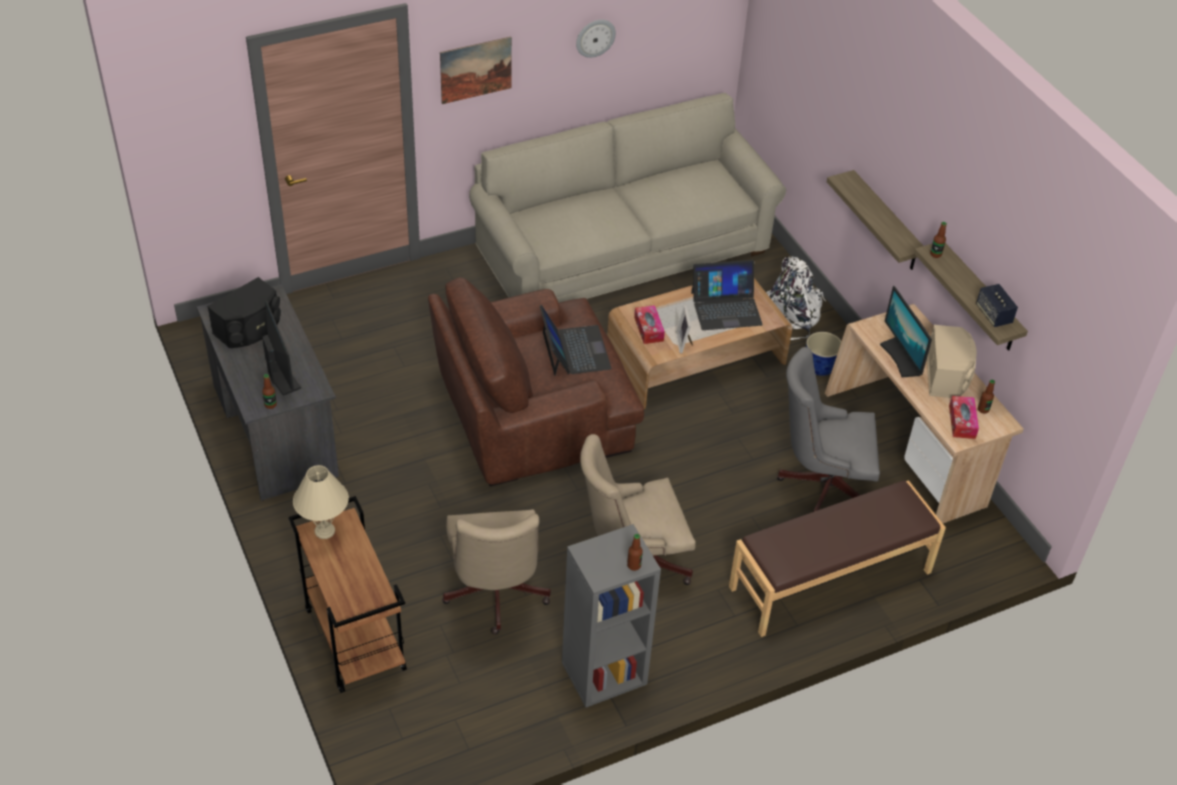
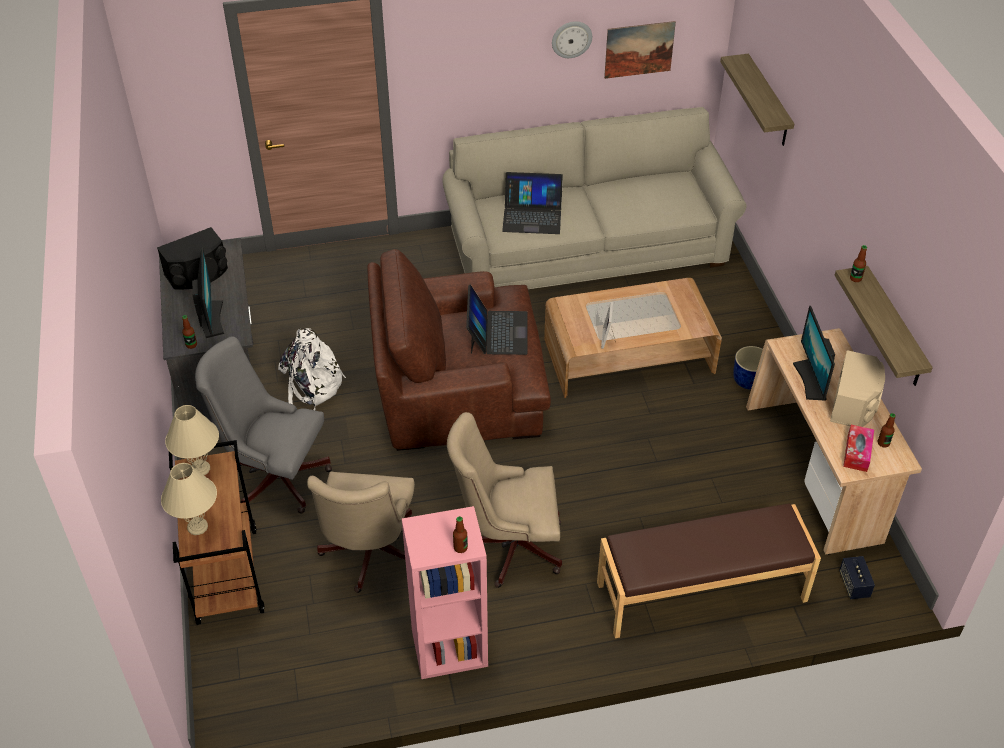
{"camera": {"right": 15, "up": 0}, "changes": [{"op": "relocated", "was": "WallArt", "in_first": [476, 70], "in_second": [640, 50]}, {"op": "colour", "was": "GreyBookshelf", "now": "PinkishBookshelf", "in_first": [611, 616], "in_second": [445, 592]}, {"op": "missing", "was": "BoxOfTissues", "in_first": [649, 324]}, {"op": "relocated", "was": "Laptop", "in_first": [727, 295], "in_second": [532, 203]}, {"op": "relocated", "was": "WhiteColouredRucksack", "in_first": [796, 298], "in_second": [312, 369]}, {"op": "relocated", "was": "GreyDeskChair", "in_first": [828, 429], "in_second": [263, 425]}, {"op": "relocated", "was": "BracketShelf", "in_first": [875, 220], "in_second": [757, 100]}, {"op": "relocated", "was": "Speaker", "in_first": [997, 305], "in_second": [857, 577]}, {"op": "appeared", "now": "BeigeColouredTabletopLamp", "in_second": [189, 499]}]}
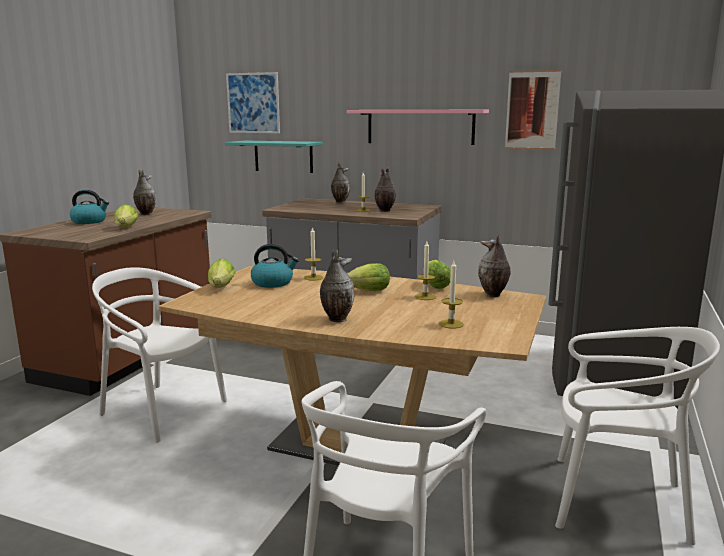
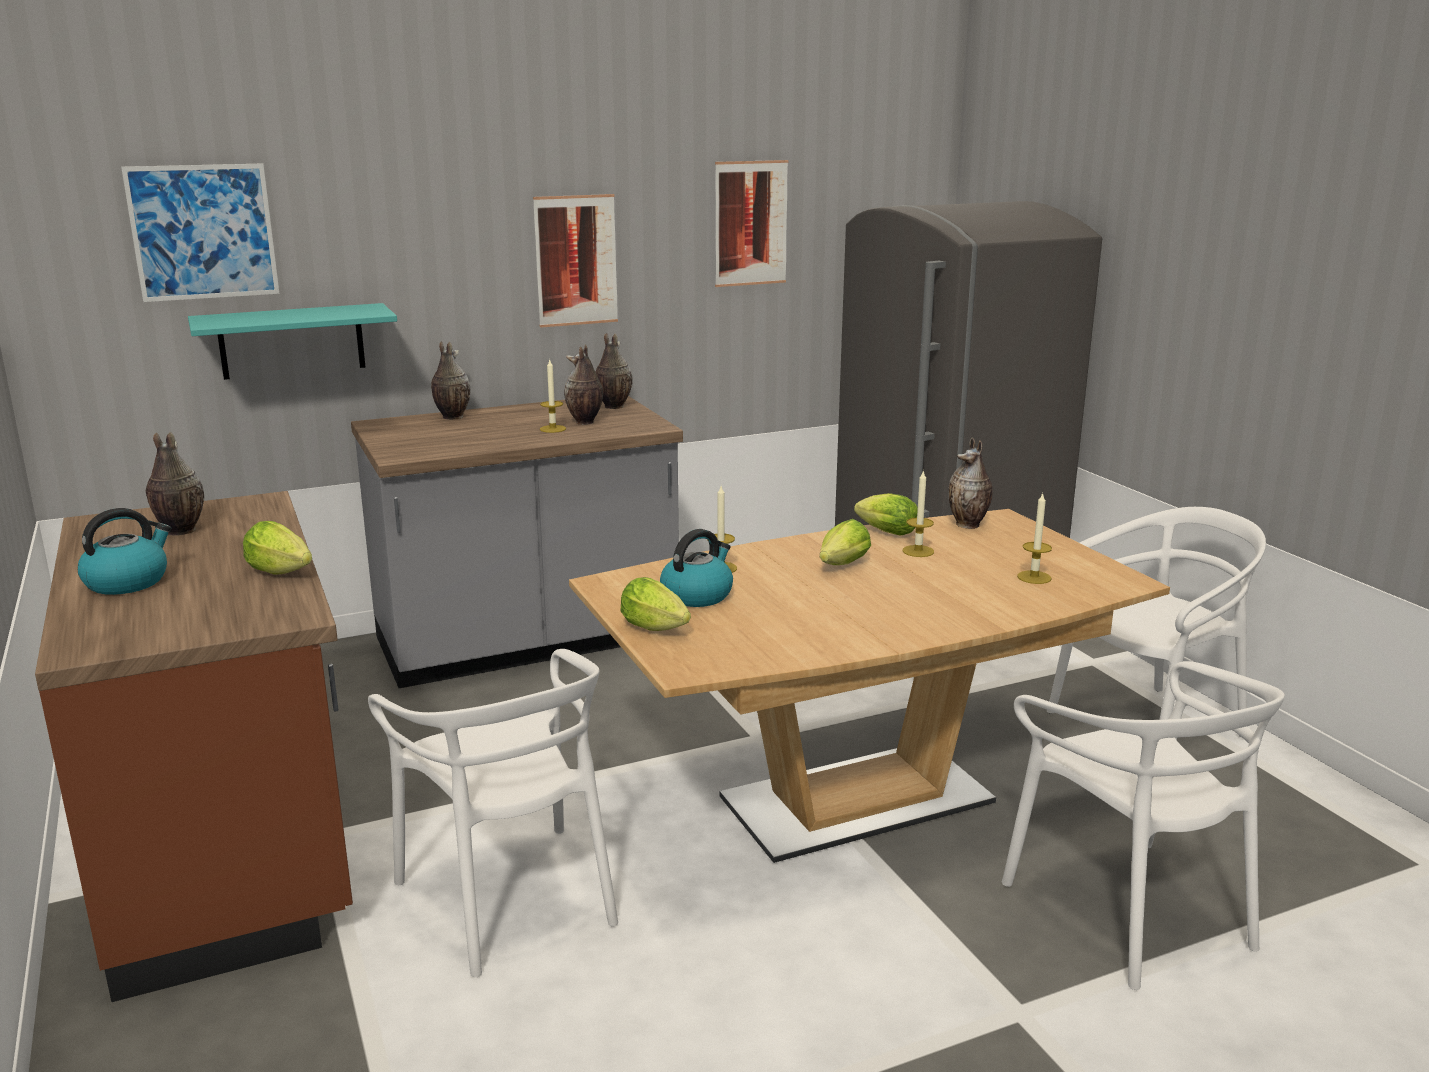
{"camera": {"right": -45, "up": 5}, "changes": [{"op": "spun", "was": "WhiteColouredChair", "in_first": [159, 355], "in_second": [493, 813], "clockwise": -105}, {"op": "relocated", "was": "FlowerVase", "in_first": [337, 285], "in_second": [613, 371]}, {"op": "exchanged", "was": "PinkishBracketShelf", "now": "WallArt", "in_first": [418, 127], "in_second": [575, 261]}]}
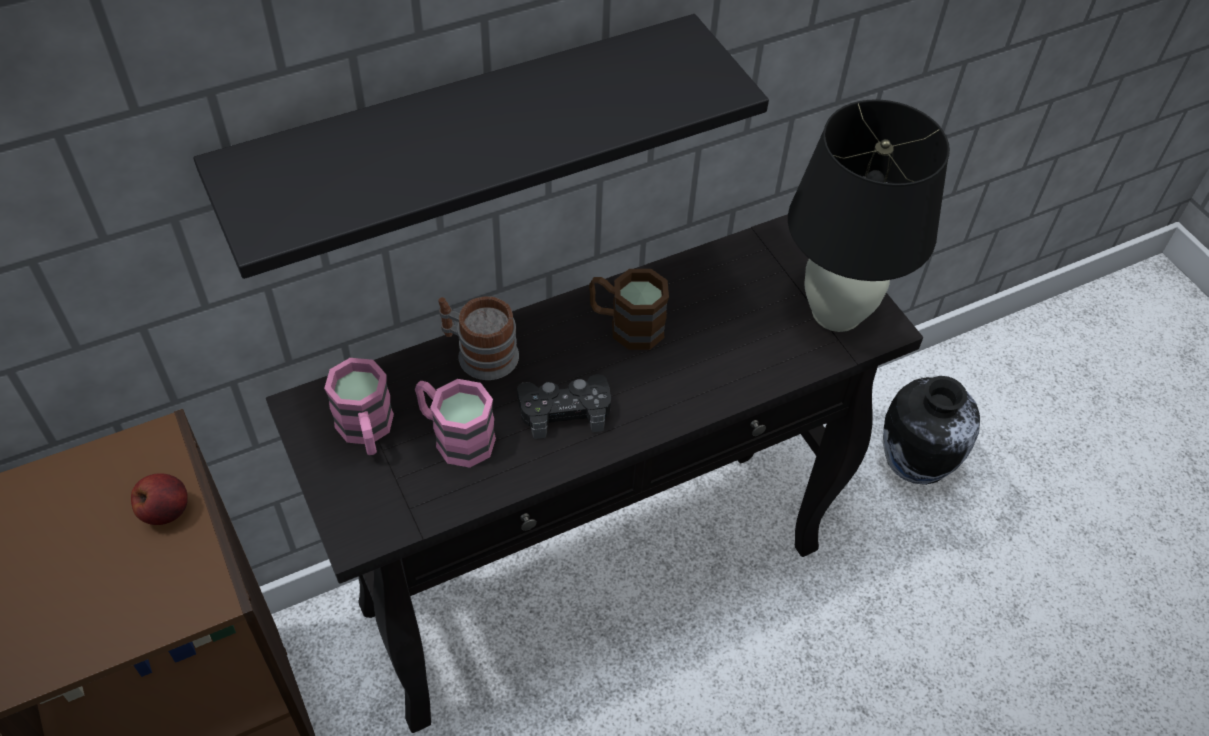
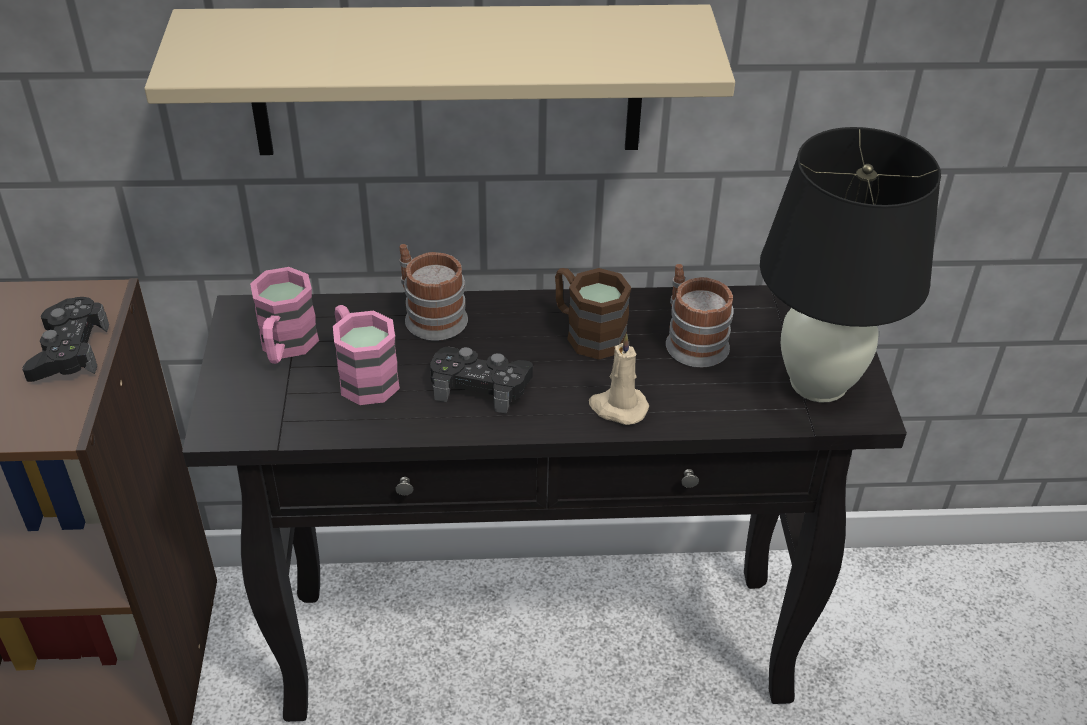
{"camera": {"right": 25, "up": -10}, "changes": [{"op": "exchanged", "was": "Apple", "now": "BlackishJoypad", "in_first": [159, 499], "in_second": [65, 339]}, {"op": "colour", "was": "BlackishBracketShelf", "now": "BeigeColouredBracketShelf", "in_first": [481, 146], "in_second": [439, 80]}, {"op": "missing", "was": "FlowerVase", "in_first": [931, 430]}, {"op": "appeared", "now": "BeigeColouredWaxLight", "in_second": [619, 379]}, {"op": "appeared", "now": "TeaMug", "in_second": [700, 316]}]}
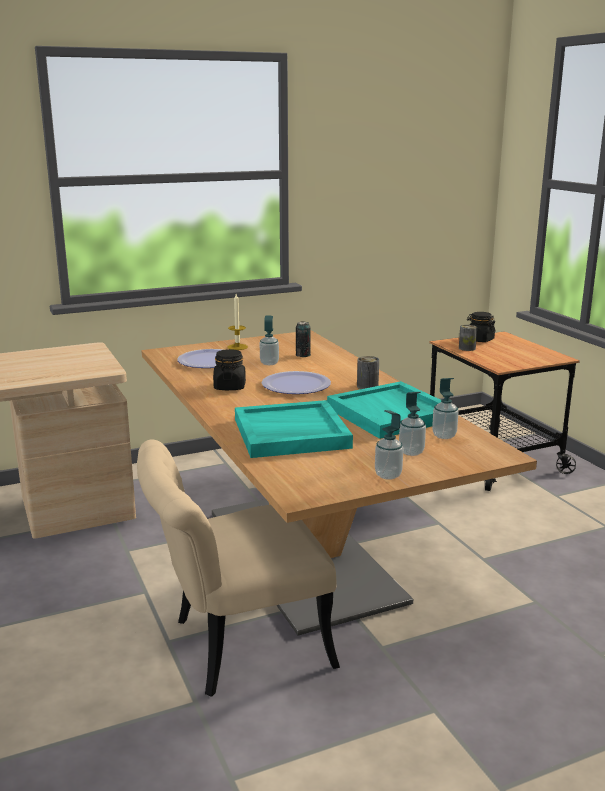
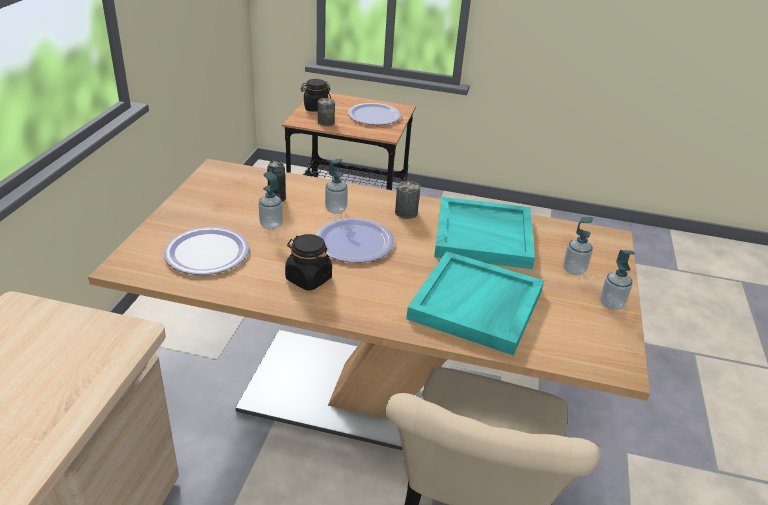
{"camera": {"right": -55, "up": 15}, "changes": [{"op": "missing", "was": "WaxLight", "in_first": [238, 322]}, {"op": "relocated", "was": "SoapBottle", "in_first": [445, 408], "in_second": [336, 186]}, {"op": "appeared", "now": "Plate", "in_second": [374, 114]}]}
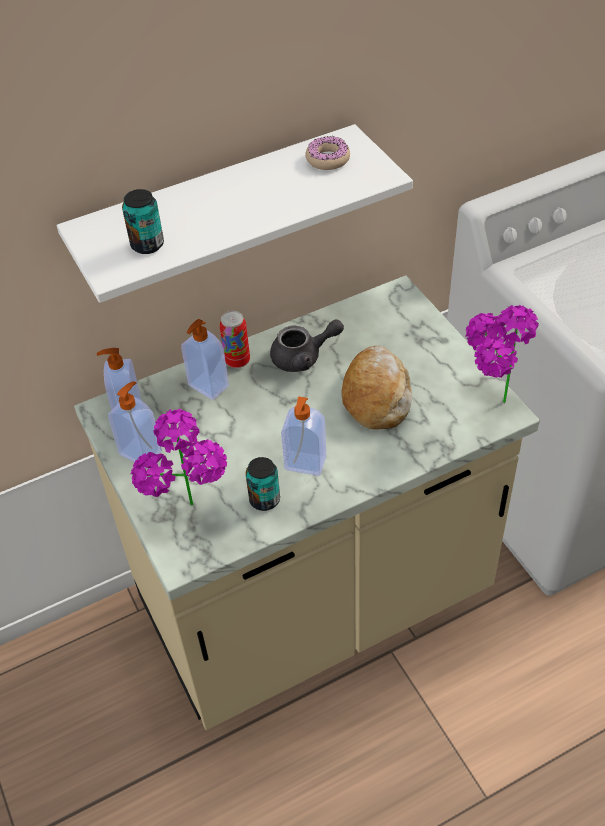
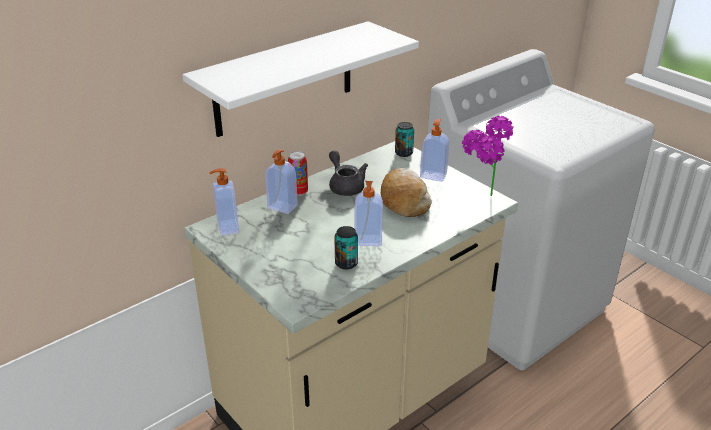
{"camera": {"right": -15, "up": -15}, "changes": [{"op": "relocated", "was": "SoapBottle", "in_first": [135, 421], "in_second": [434, 150]}, {"op": "relocated", "was": "SealedCan", "in_first": [143, 221], "in_second": [404, 139]}, {"op": "missing", "was": "PlantInAPot", "in_first": [179, 457]}, {"op": "spun", "was": "GreyTeapot", "in_first": [307, 345], "in_second": [348, 173], "clockwise": -90}, {"op": "missing", "was": "Doughnut", "in_first": [327, 153]}]}
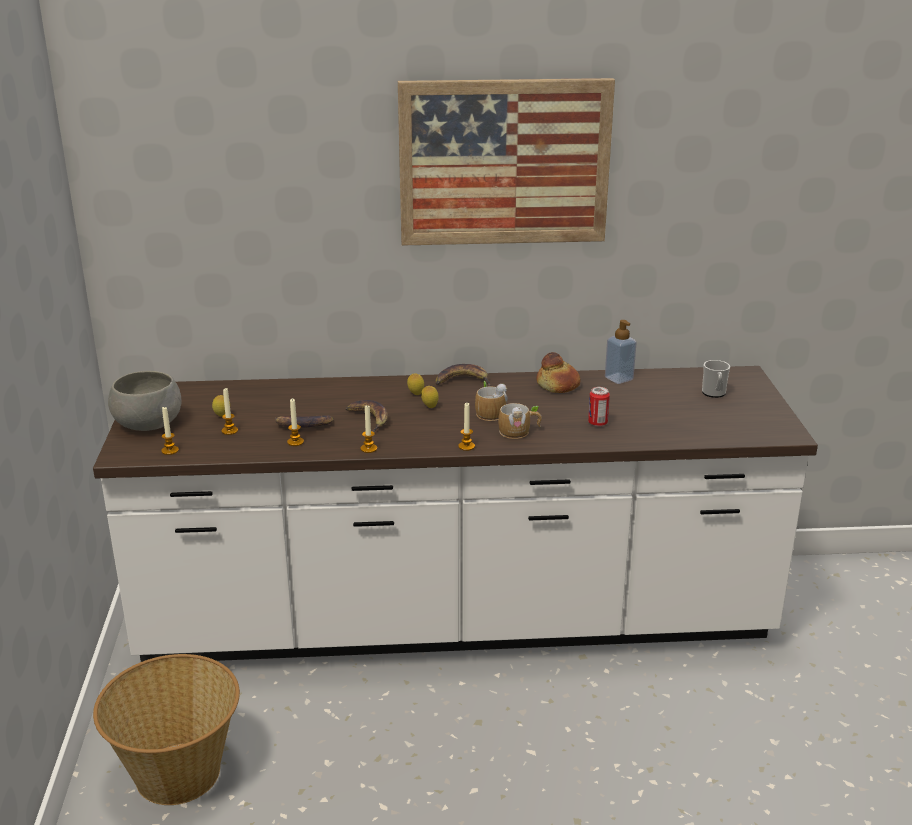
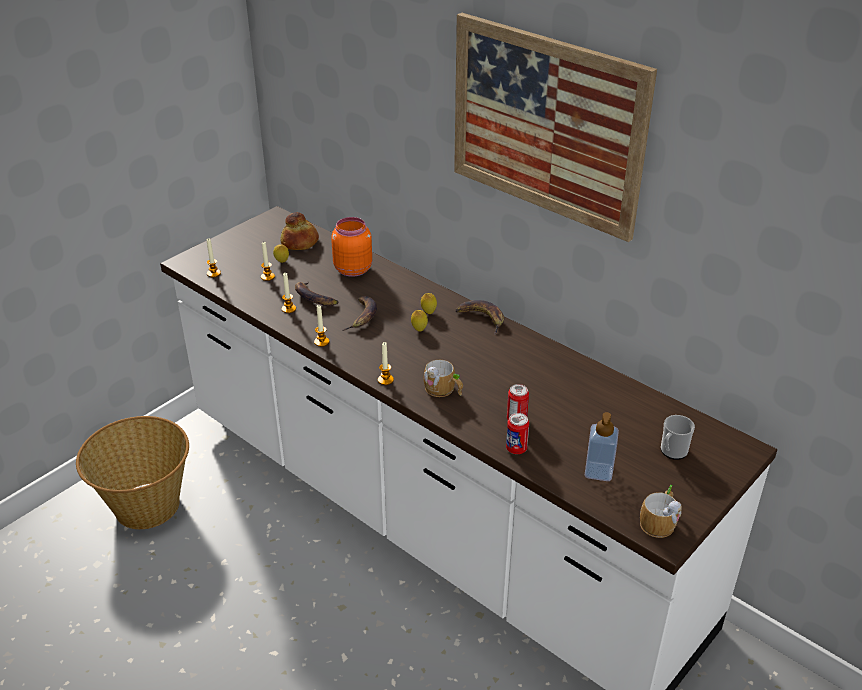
{"camera": {"right": 45, "up": 10}, "changes": [{"op": "missing", "was": "GreyBowl", "in_first": [145, 401]}, {"op": "relocated", "was": "TeaMug", "in_first": [491, 401], "in_second": [661, 511]}, {"op": "relocated", "was": "BakedBread", "in_first": [558, 372], "in_second": [300, 231]}, {"op": "relocated", "was": "SoapBottle", "in_first": [621, 352], "in_second": [602, 446]}, {"op": "appeared", "now": "OrangePreserveJar", "in_second": [351, 247]}, {"op": "appeared", "now": "SealedCan", "in_second": [517, 433]}]}
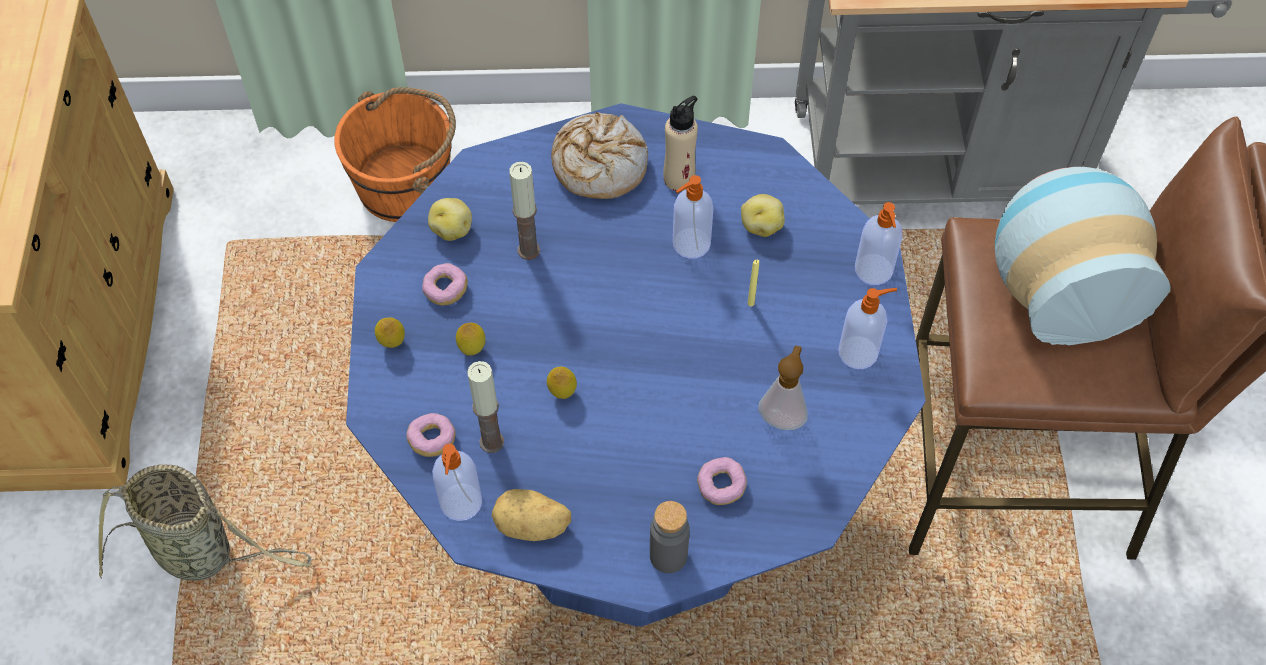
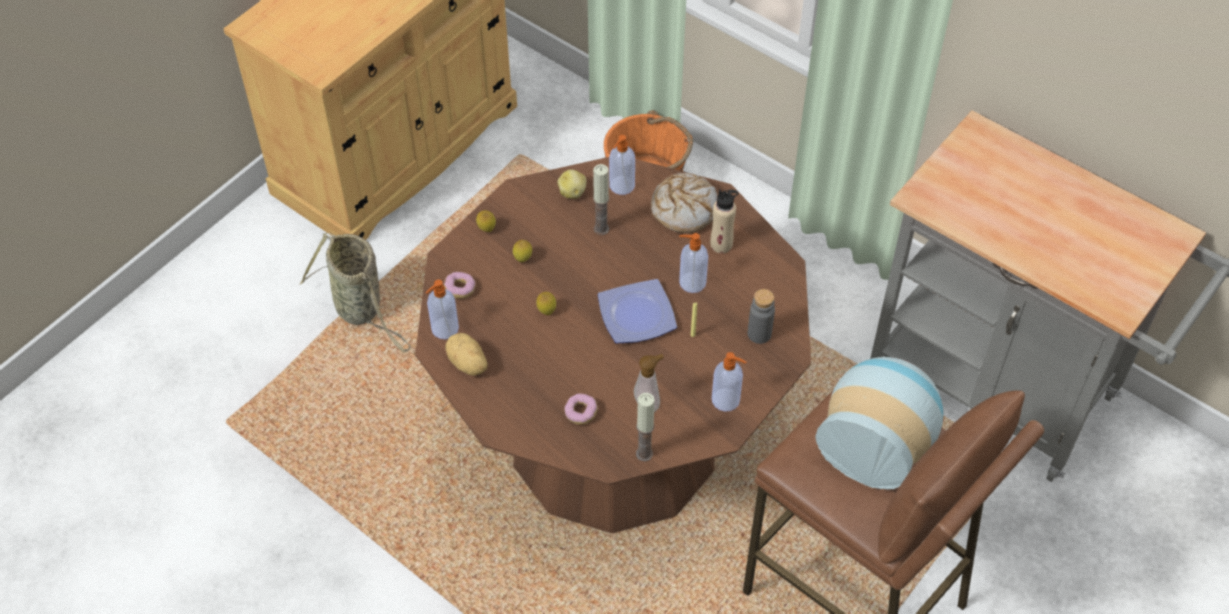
{"camera": {"right": 40, "up": -5}, "changes": [{"op": "colour", "was": "BlueDiningTable", "now": "BrownColouredDiningTable", "in_first": [636, 365], "in_second": [613, 345]}, {"op": "missing", "was": "Doughnut", "in_first": [445, 284]}, {"op": "relocated", "was": "WaxLight", "in_first": [485, 407], "in_second": [645, 427]}, {"op": "relocated", "was": "GreyDrinkBottle", "in_first": [670, 537], "in_second": [761, 316]}, {"op": "missing", "was": "Spud", "in_first": [763, 215]}, {"op": "relocated", "was": "SoapBottle", "in_first": [879, 243], "in_second": [622, 165]}, {"op": "appeared", "now": "Plate", "in_second": [637, 311]}]}
